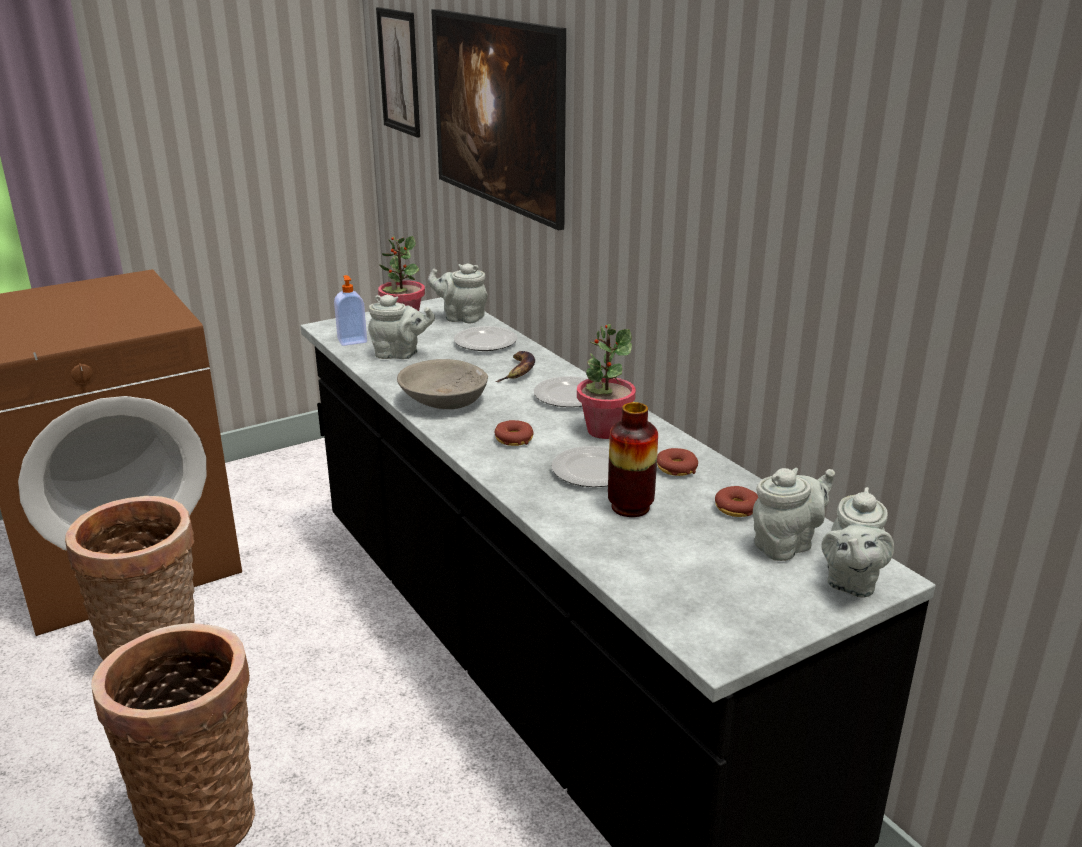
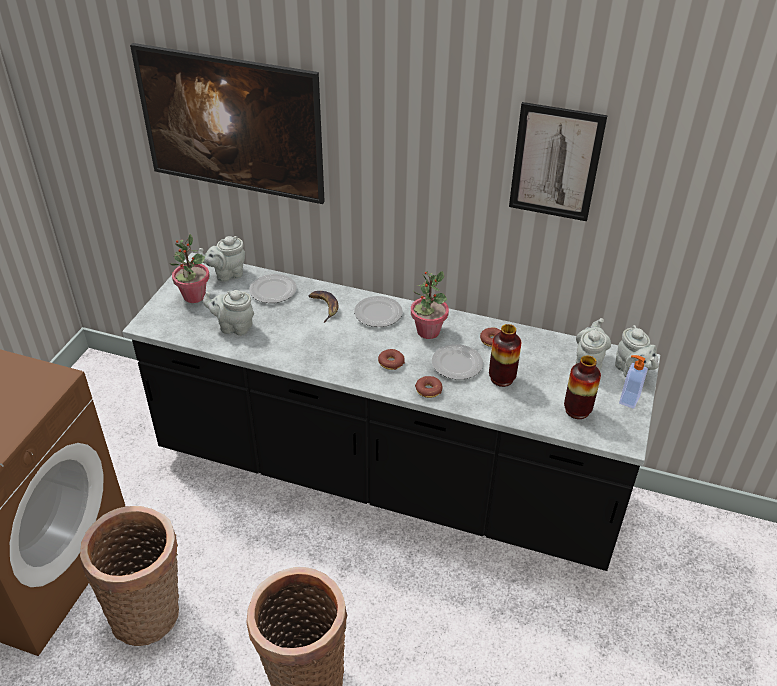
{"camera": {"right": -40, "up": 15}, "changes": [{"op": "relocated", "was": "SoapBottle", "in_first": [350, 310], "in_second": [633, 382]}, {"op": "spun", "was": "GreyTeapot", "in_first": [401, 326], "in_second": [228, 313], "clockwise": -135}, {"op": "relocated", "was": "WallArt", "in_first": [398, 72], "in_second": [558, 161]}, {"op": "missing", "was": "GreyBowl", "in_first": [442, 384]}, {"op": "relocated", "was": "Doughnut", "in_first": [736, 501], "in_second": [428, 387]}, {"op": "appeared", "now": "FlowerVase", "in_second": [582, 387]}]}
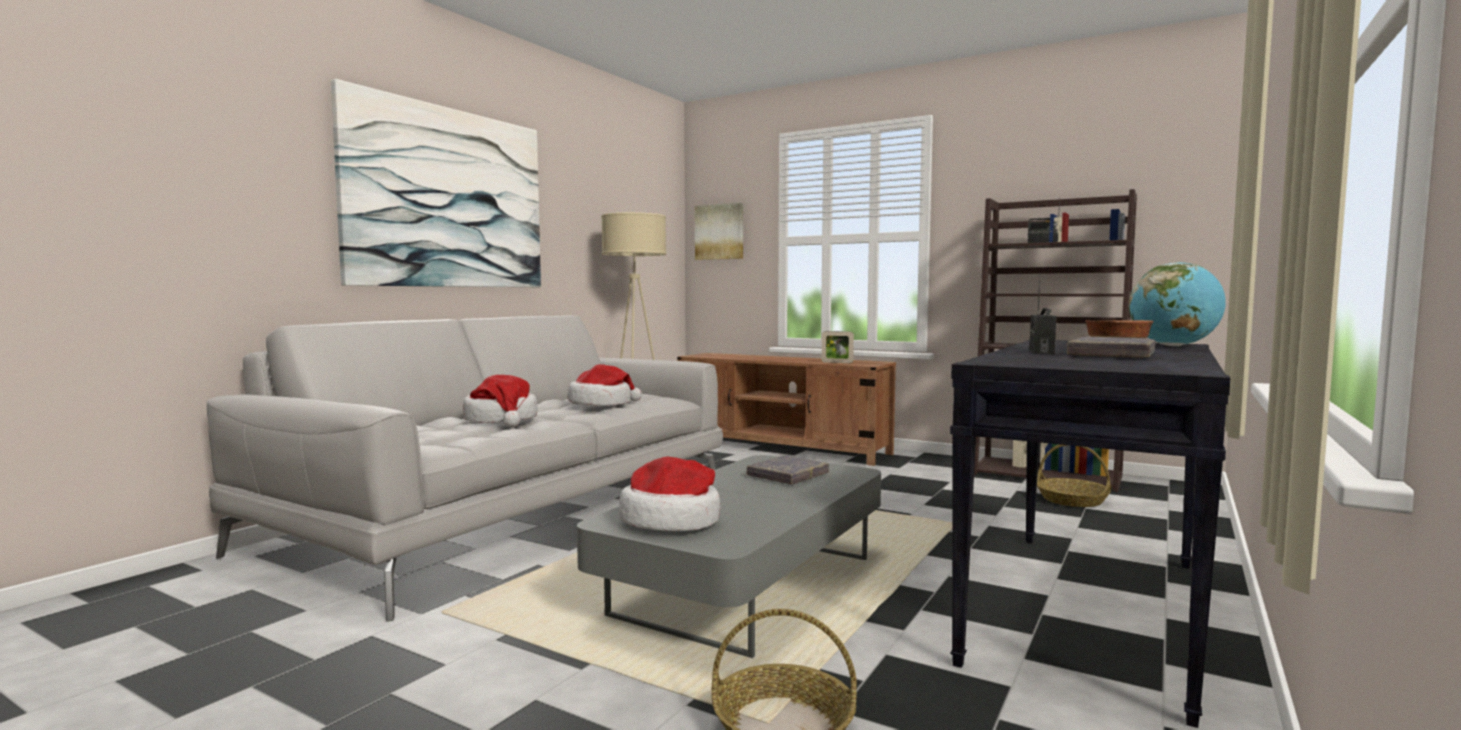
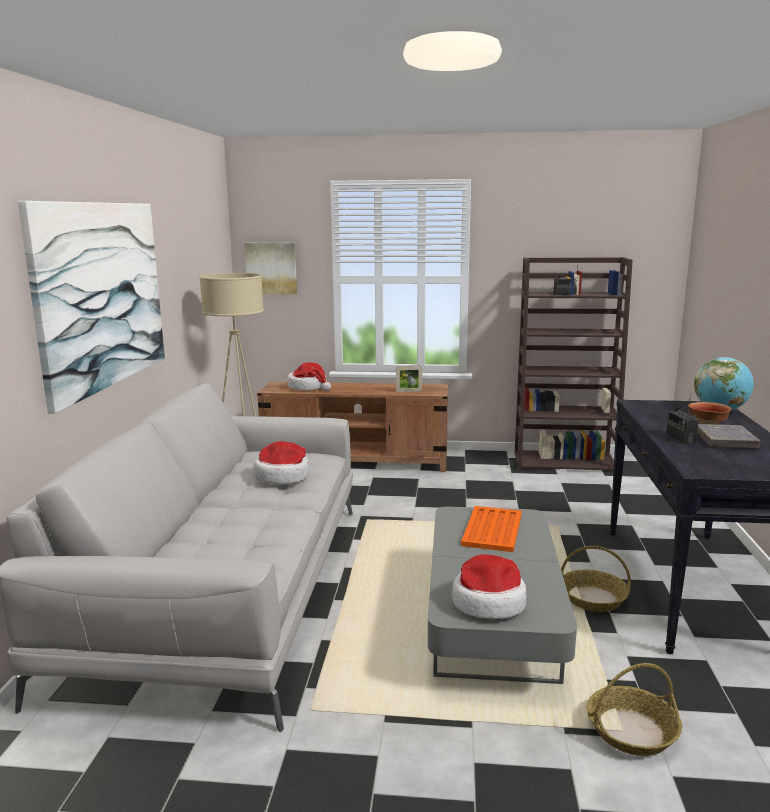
{"camera": {"right": -25, "up": 10}, "changes": [{"op": "relocated", "was": "ClothingHat", "in_first": [500, 401], "in_second": [309, 376]}, {"op": "exchanged", "was": "GreyVolume", "now": "OrangeServingTray", "in_first": [788, 469], "in_second": [491, 529]}, {"op": "relocated", "was": "Basket", "in_first": [1074, 475], "in_second": [596, 579]}]}
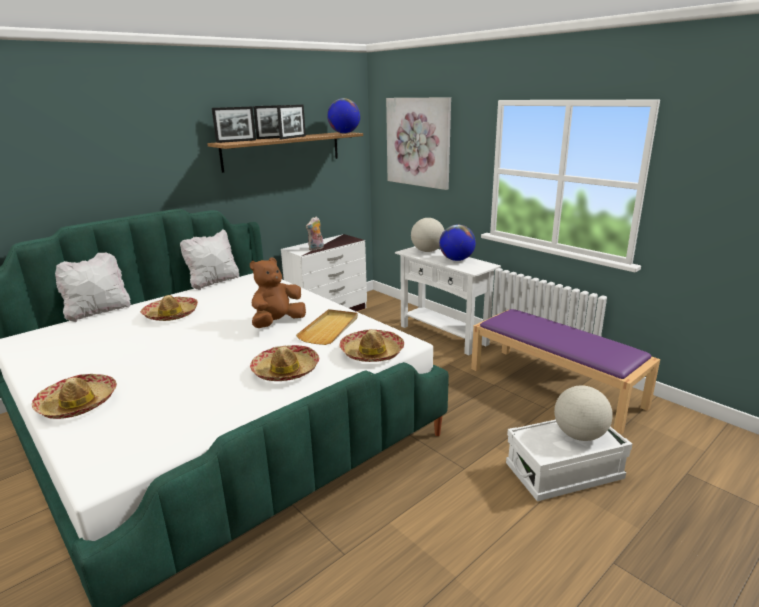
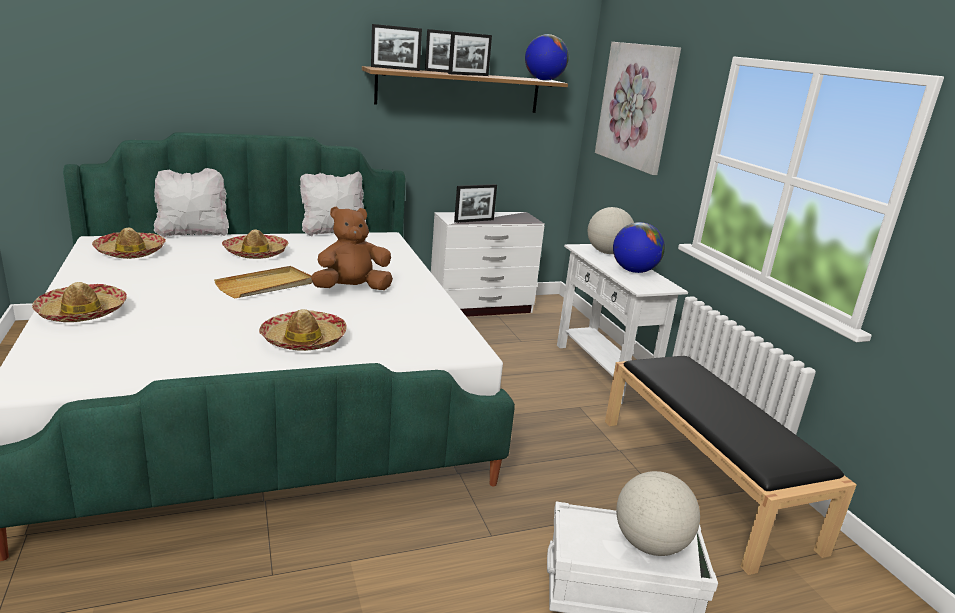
{"camera": {"right": 20, "up": 0}, "changes": [{"op": "relocated", "was": "BeigeColouredServingTray", "in_first": [327, 327], "in_second": [263, 282]}, {"op": "exchanged", "was": "CuddlyToy", "now": "PhotoFrame", "in_first": [315, 233], "in_second": [475, 203]}, {"op": "relocated", "was": "ClothingHat", "in_first": [371, 345], "in_second": [129, 243]}, {"op": "colour", "was": "PurplishIndoorBench", "now": "BlackishIndoorBench", "in_first": [565, 372], "in_second": [731, 465]}]}
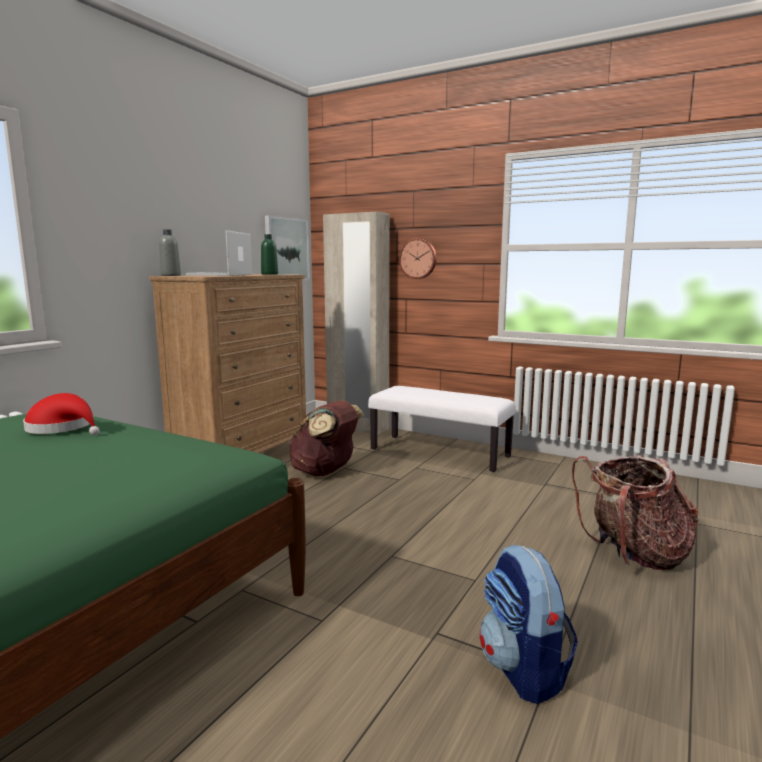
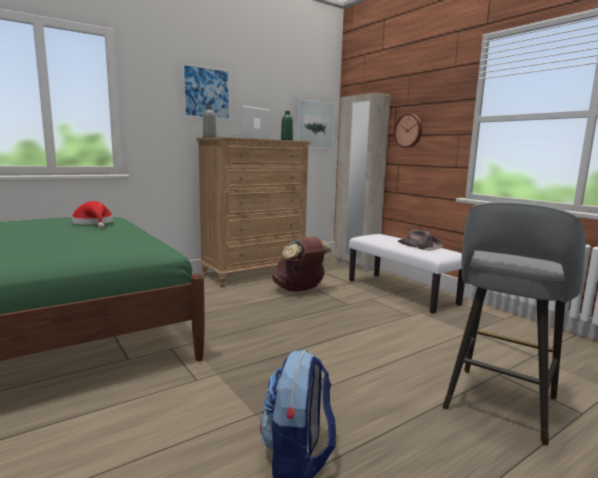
{"camera": {"right": 25, "up": 0}, "changes": [{"op": "exchanged", "was": "Rucksack", "now": "GreyStool", "in_first": [635, 512], "in_second": [514, 323]}, {"op": "appeared", "now": "WallArt", "in_second": [206, 91]}, {"op": "appeared", "now": "BrownColouredClothingHat", "in_second": [420, 240]}]}
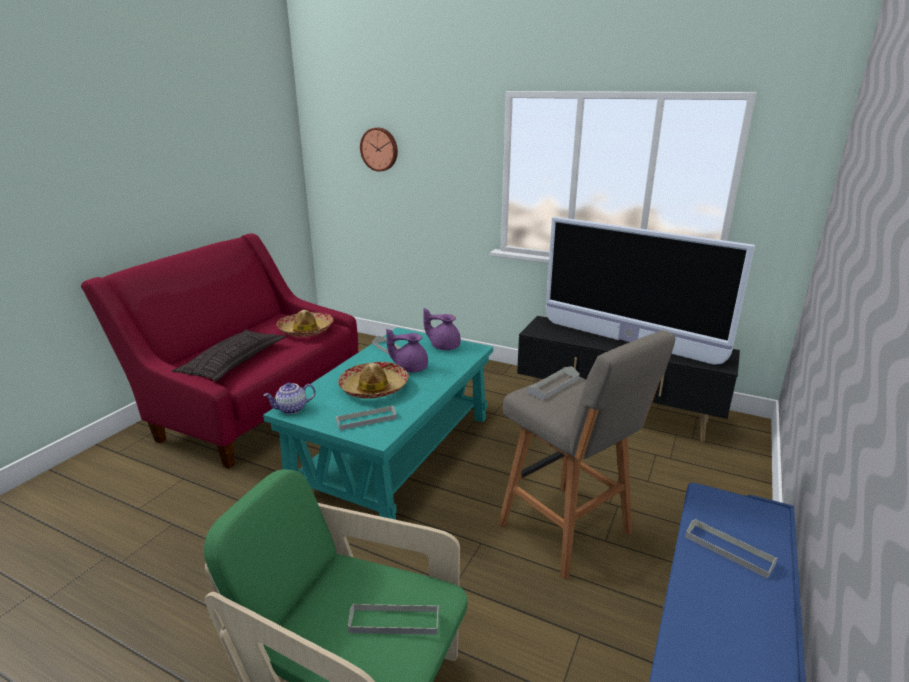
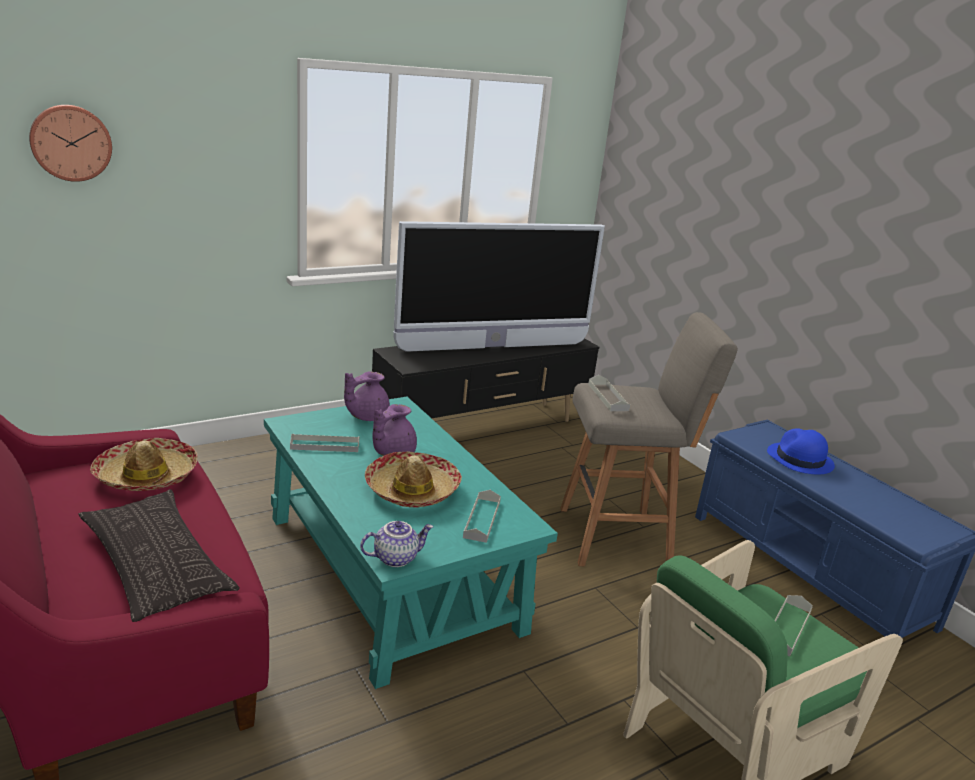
{"camera": {"right": -60, "up": 0}, "changes": [{"op": "spun", "was": "Teapot", "in_first": [289, 398], "in_second": [396, 544], "clockwise": -120}, {"op": "exchanged", "was": "GreyServingTray", "now": "BlueClothingHat", "in_first": [731, 549], "in_second": [801, 451]}]}
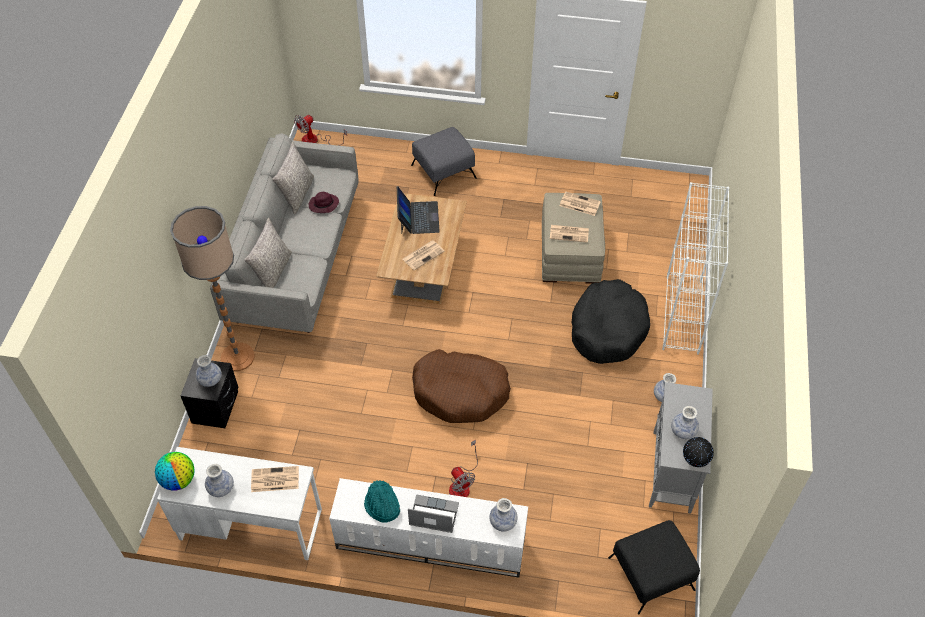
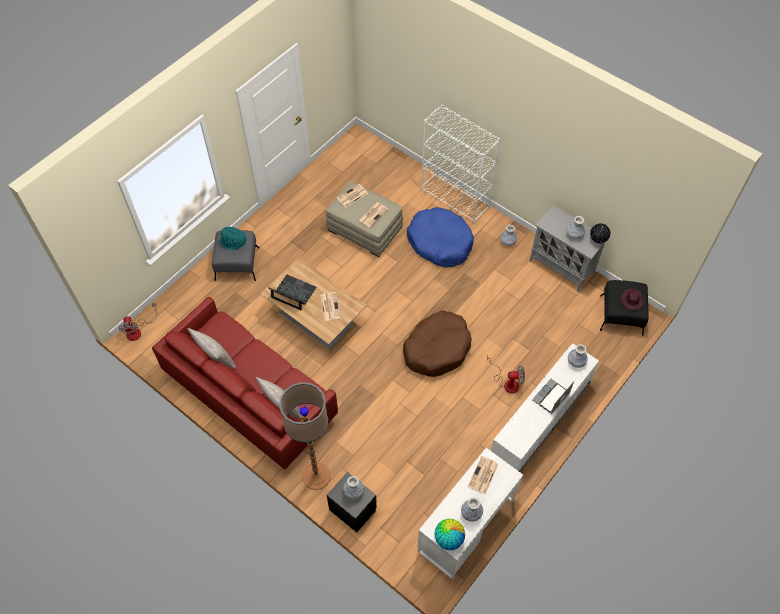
{"camera": {"right": -60, "up": 5}, "changes": [{"op": "colour", "was": "GreySofa", "now": "RedColouredSofa", "in_first": [284, 233], "in_second": [245, 383]}, {"op": "relocated", "was": "PurplishClothingHat", "in_first": [324, 202], "in_second": [632, 299]}, {"op": "relocated", "was": "TurquoiseClothingHat", "in_first": [382, 501], "in_second": [233, 238]}, {"op": "colour", "was": "BlackishPetBed", "now": "BluePetBed", "in_first": [611, 321], "in_second": [440, 237]}]}
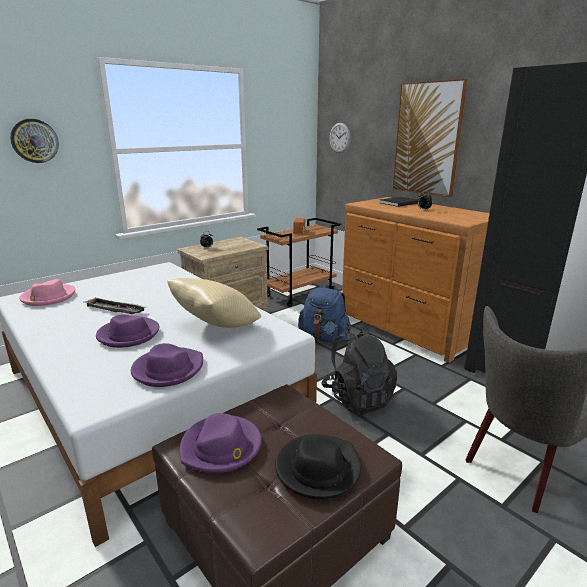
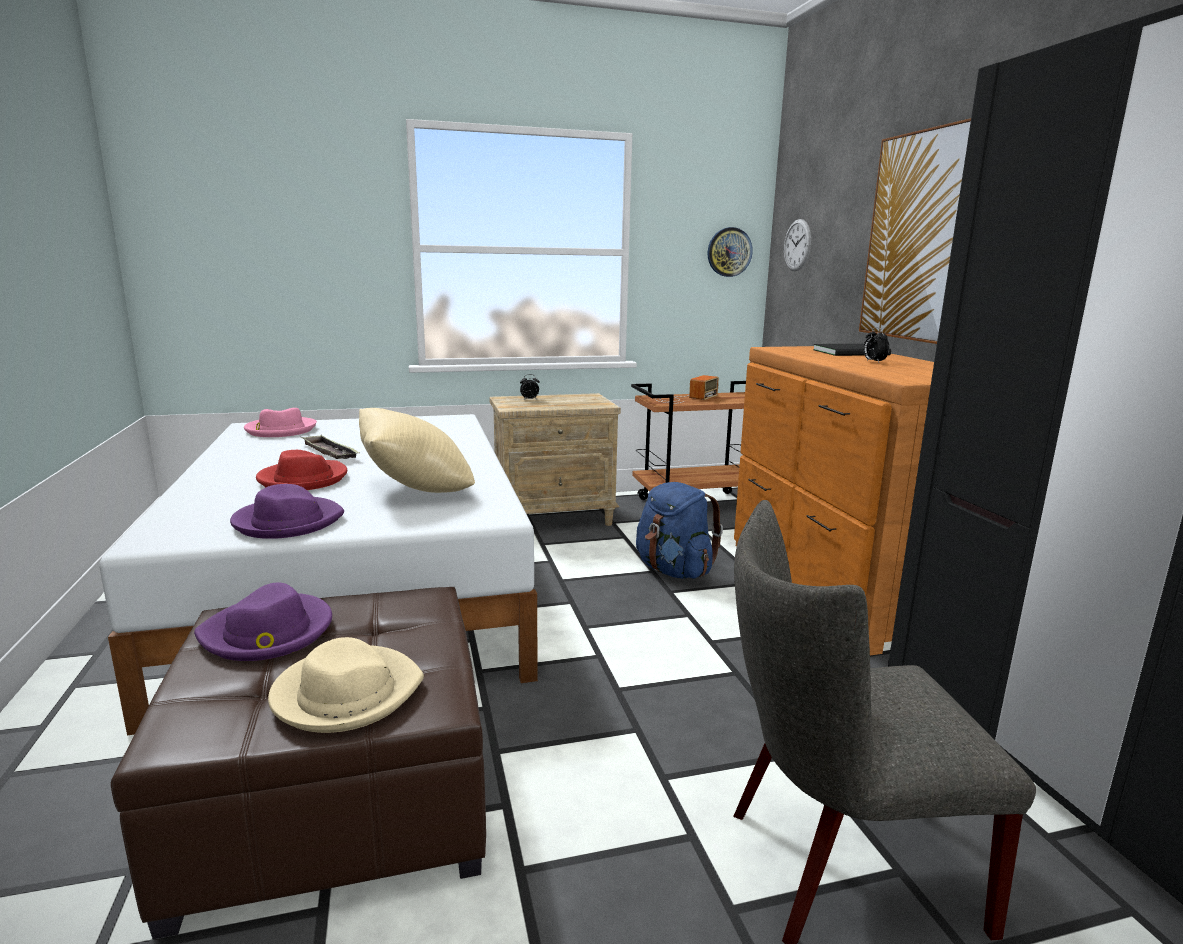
{"camera": {"right": 25, "up": -5}, "changes": [{"op": "relocated", "was": "WallClock", "in_first": [34, 141], "in_second": [730, 252]}, {"op": "colour", "was": "PurplishClothingHat", "now": "RedColouredClothingHat", "in_first": [127, 331], "in_second": [301, 470]}, {"op": "colour", "was": "BlackishClothingHat", "now": "BeigeColouredClothingHat", "in_first": [318, 466], "in_second": [346, 685]}, {"op": "missing", "was": "BlackishRucksack", "in_first": [359, 371]}]}
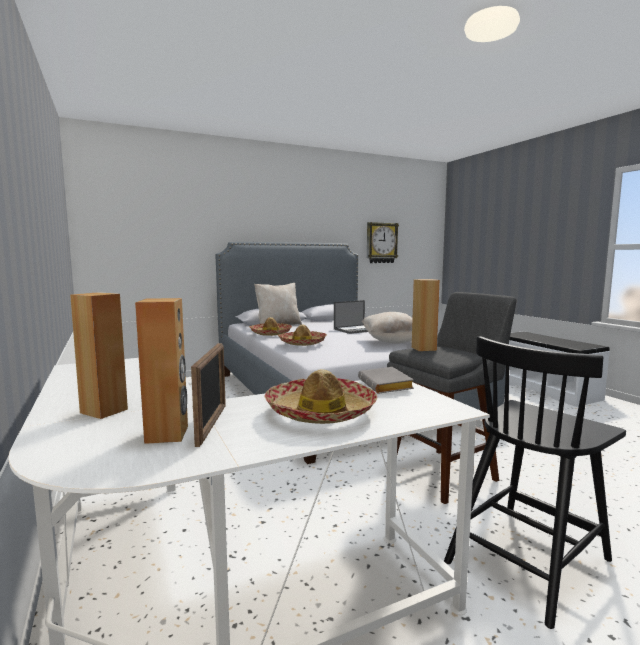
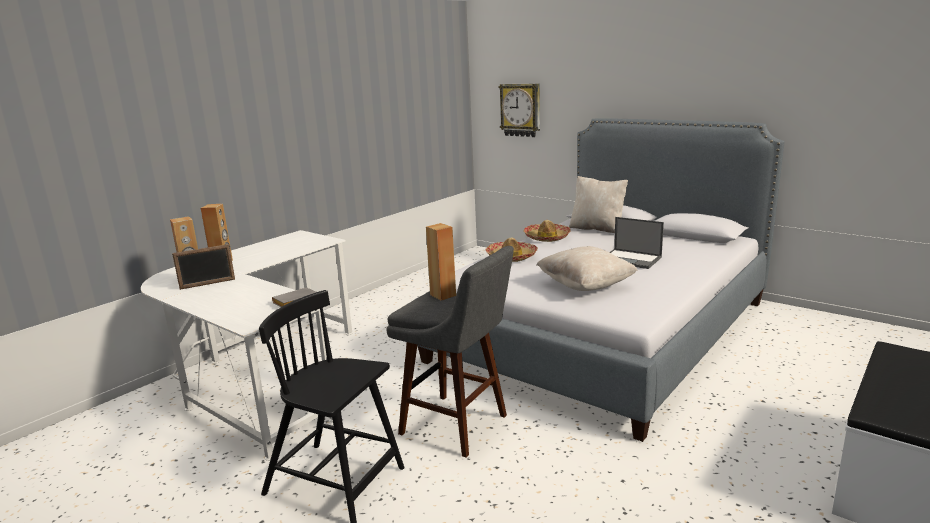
{"camera": {"right": 65, "up": 10}, "changes": [{"op": "missing", "was": "ClothingHat", "in_first": [320, 396]}, {"op": "relocated", "was": "WallClock", "in_first": [383, 242], "in_second": [519, 110]}]}
